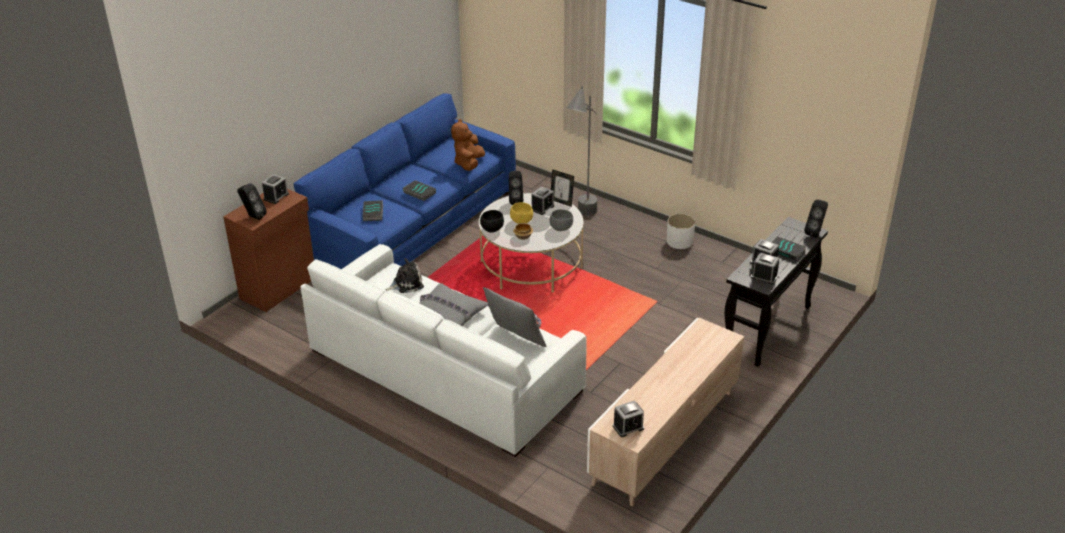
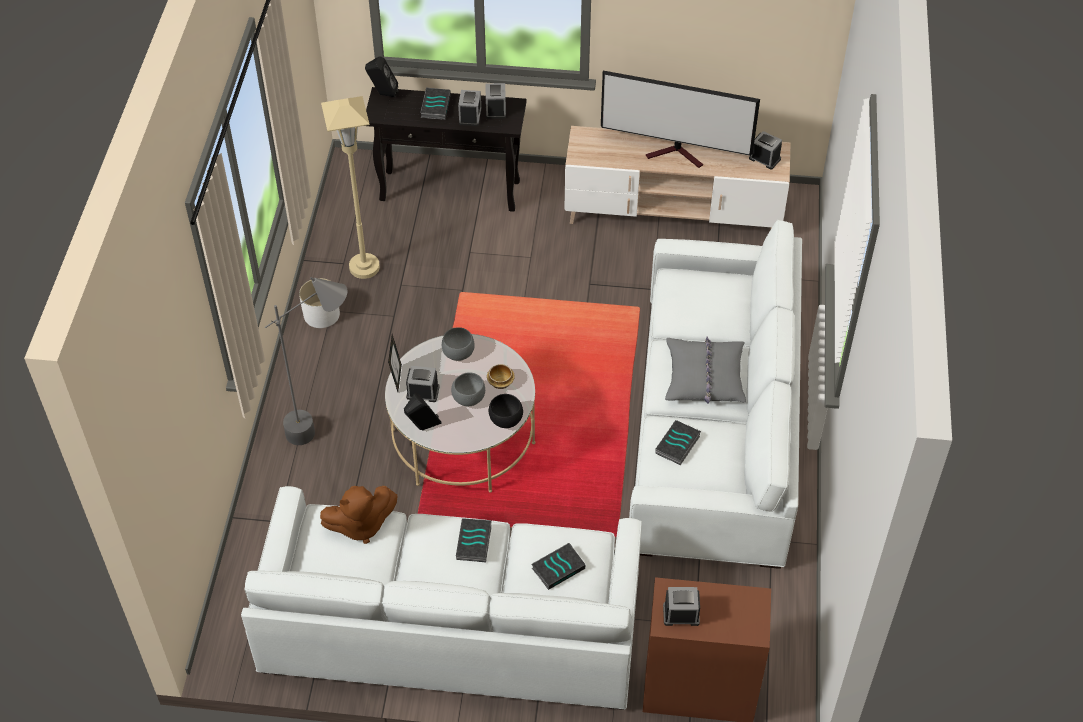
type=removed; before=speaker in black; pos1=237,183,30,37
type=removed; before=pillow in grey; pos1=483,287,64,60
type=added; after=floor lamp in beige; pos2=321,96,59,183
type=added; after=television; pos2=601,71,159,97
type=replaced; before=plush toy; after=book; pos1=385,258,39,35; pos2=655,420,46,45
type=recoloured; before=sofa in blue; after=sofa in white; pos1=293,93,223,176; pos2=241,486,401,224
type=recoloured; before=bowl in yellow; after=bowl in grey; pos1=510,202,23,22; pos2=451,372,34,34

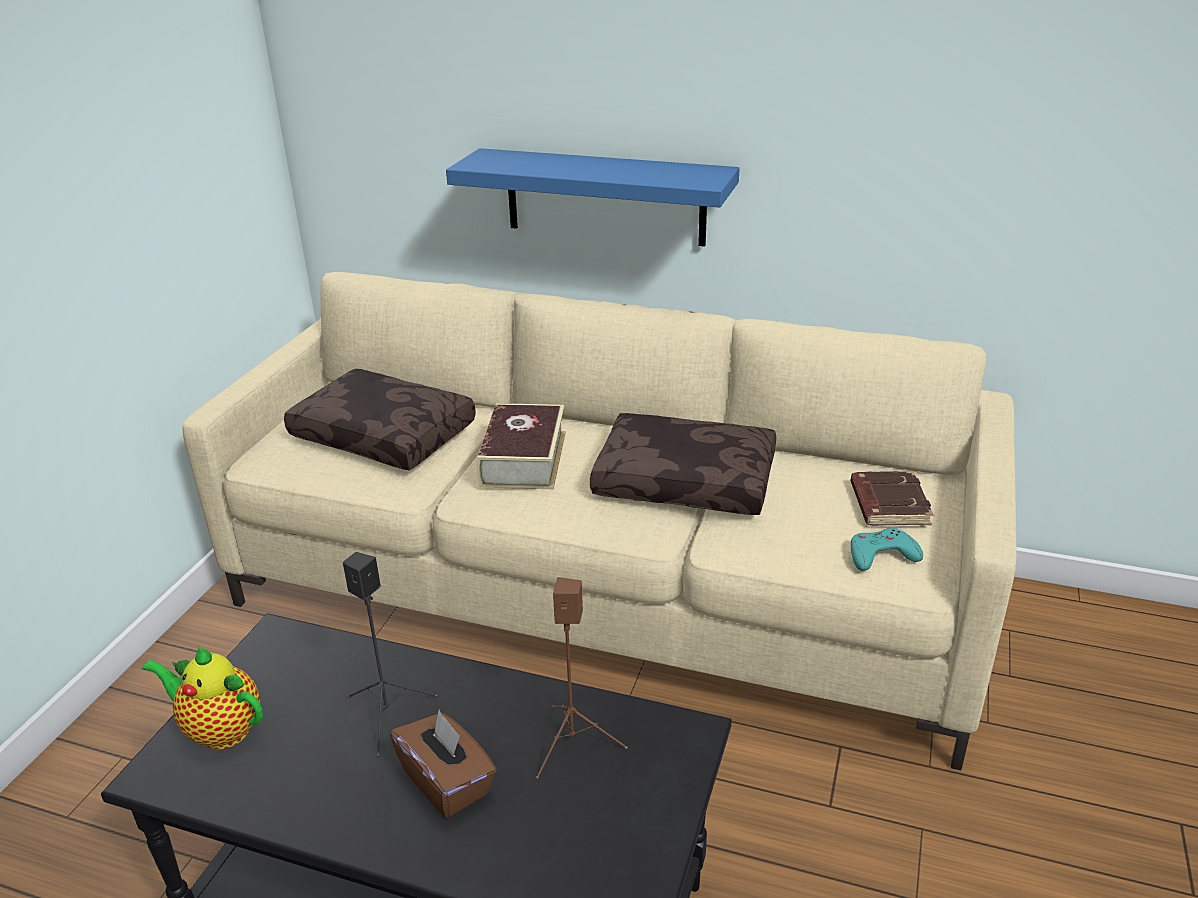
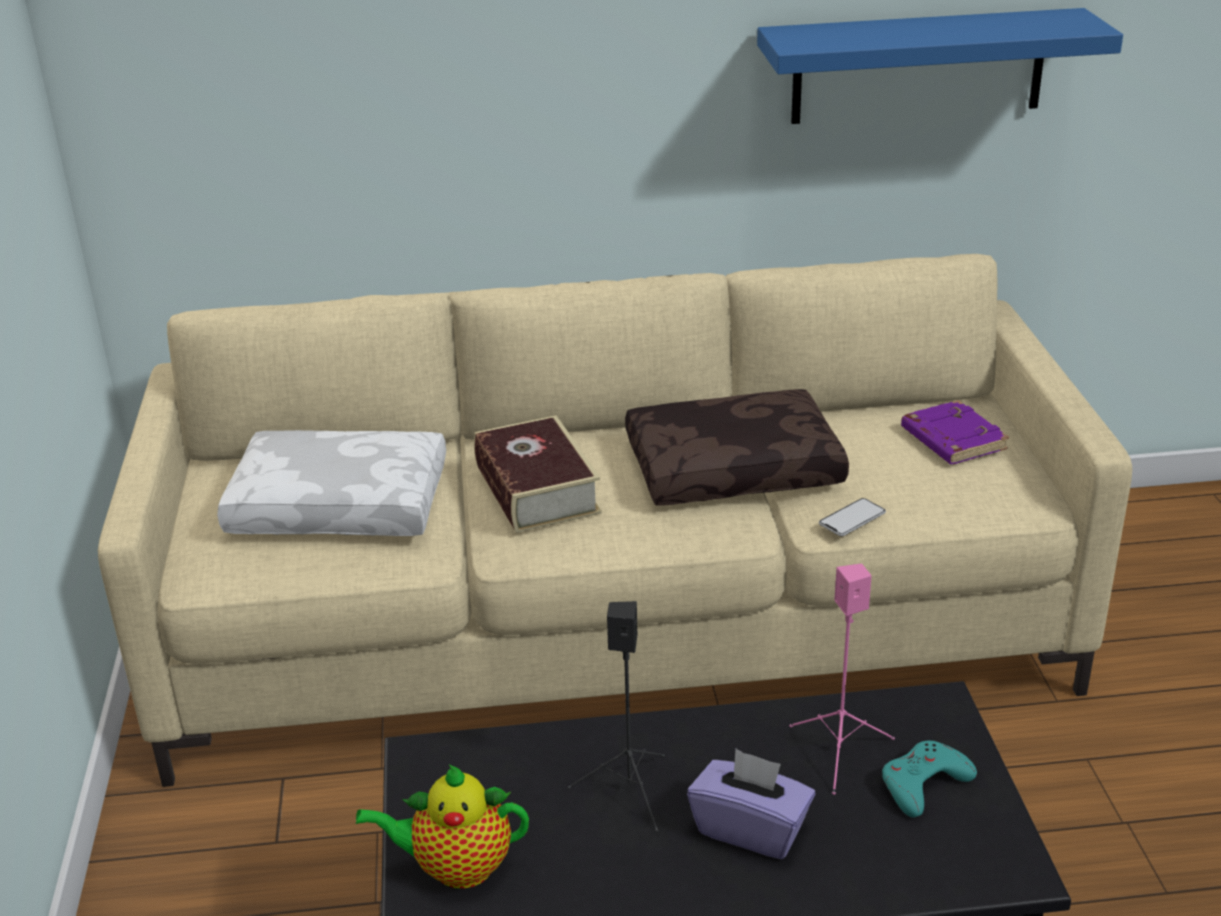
type=added; after=phone; pos2=819,498,67,38
type=moved; before=shelf in blue; pos1=446,148,294,99; pos2=757,8,366,116
type=moved; before=game controller in turquoise; pos1=851,528,72,43; pos2=882,741,95,76
type=recoloured; before=pillow in brown; after=pillow in white; pos1=284,369,192,101; pos2=217,430,229,106
type=recoloured; before=tissue box in brown; after=tissue box in purple; pos1=390,710,107,109; pos2=687,749,129,110
type=recoloured; before=speaker in brown; after=speaker in pink; pos1=536,577,92,202; pos2=790,564,105,231
type=recoloured; before=book in brown; after=book in purple; pos1=851,471,82,55; pos2=901,400,108,64

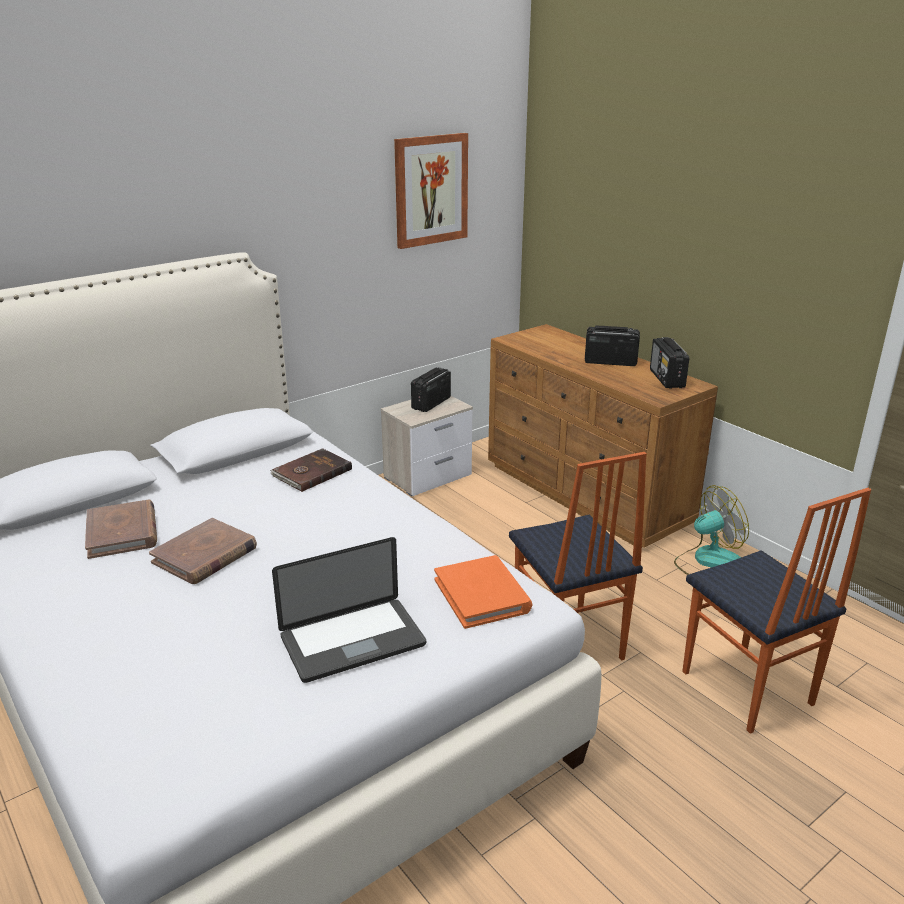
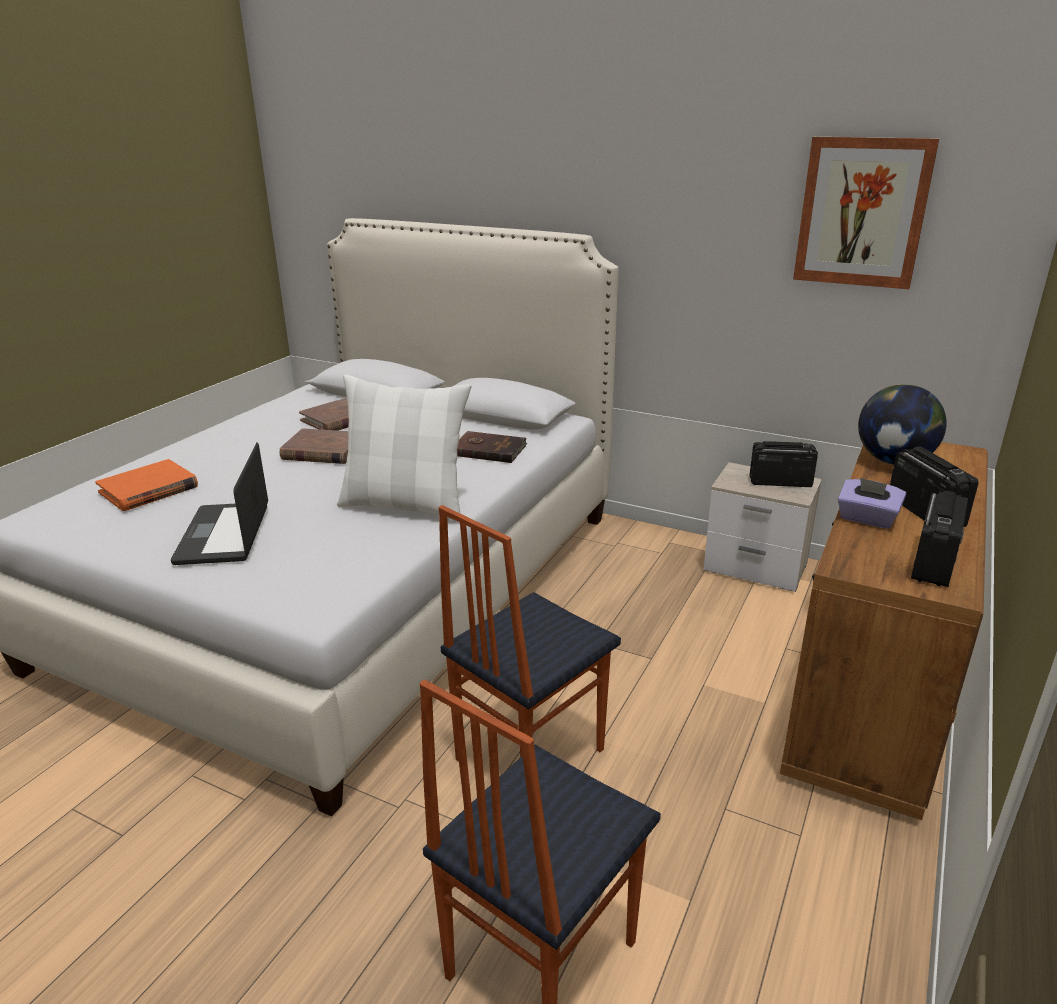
type=removed; before=fan; pos1=674,485,75,90
type=added; after=pillow in white; pos2=337,374,134,147
type=added; after=tissue box in purple; pos2=838,478,68,51
type=added; after=globe; pos2=858,384,89,80
type=moved; before=book in orange; pos1=434,555,98,74; pos2=95,459,103,52
type=turned; before=laptop; pos1=272,537,154,146; pos2=171,442,97,123; turn=45
type=turned; before=radio; pos1=650,337,39,52; pos2=911,491,57,96; turn=150

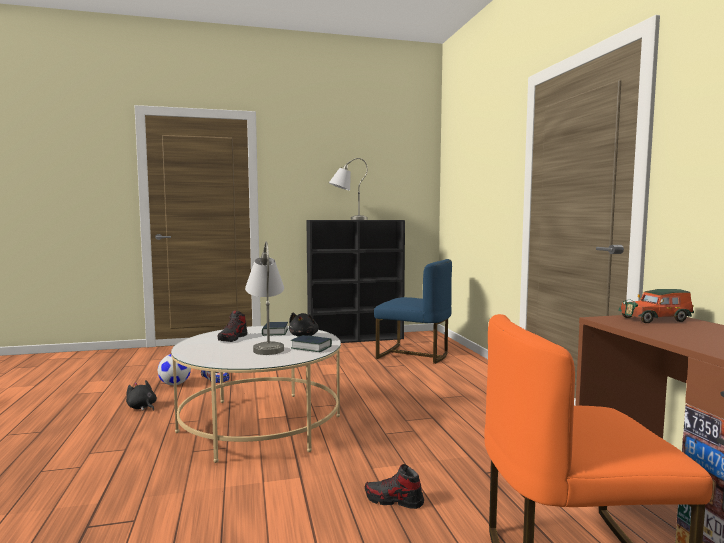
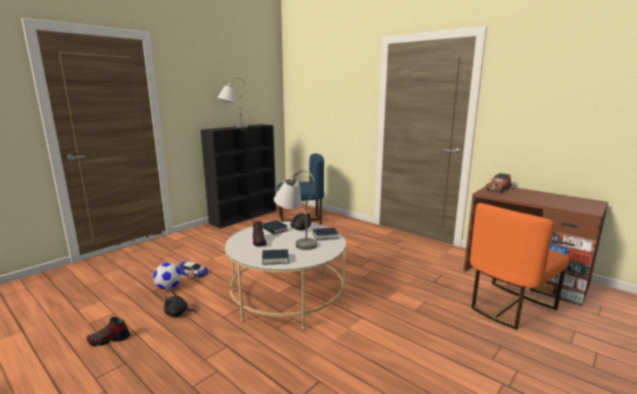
type=added; after=book; pos2=262,249,27,16
type=moved; before=shoe; pos1=365,464,59,45; pos2=87,317,43,29

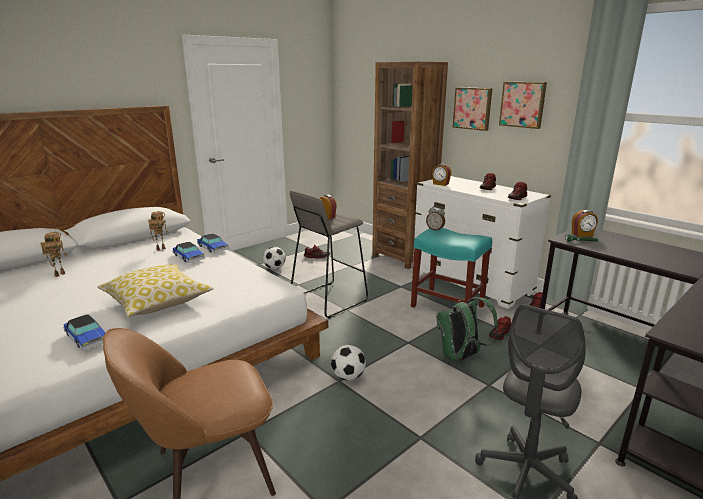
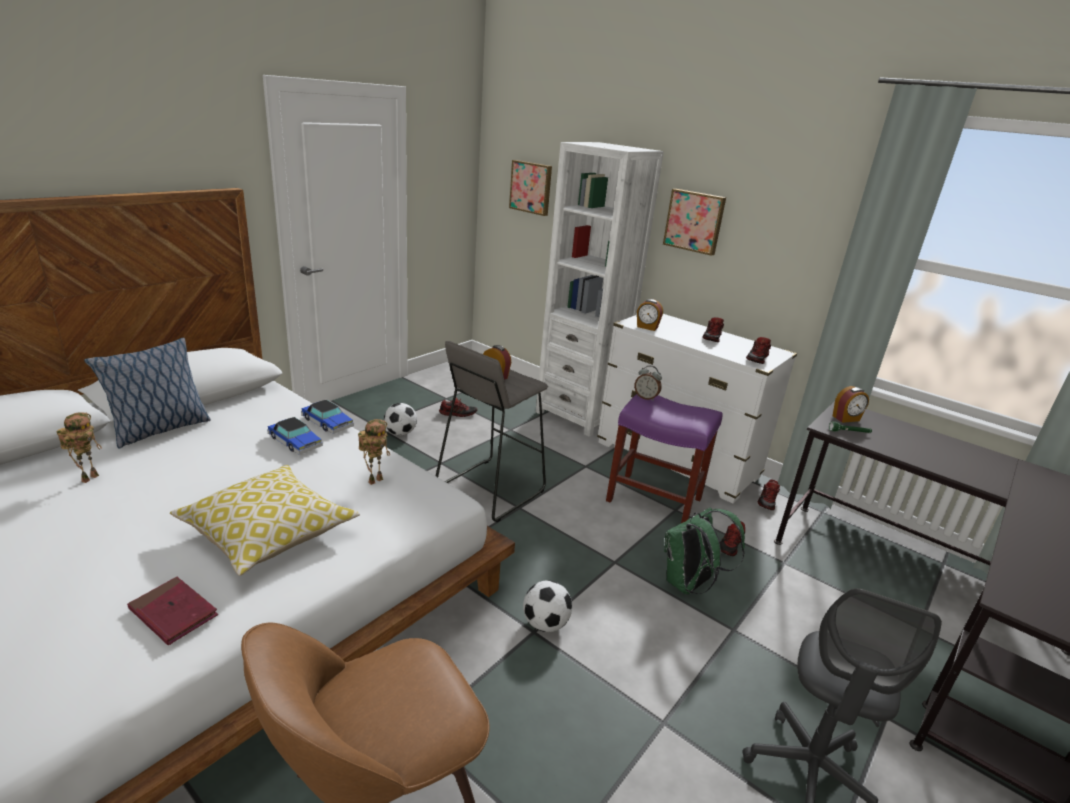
type=added; after=pillow; pos2=84,338,127,111
type=moved; before=toy robot; pos1=148,211,20,40; pos2=358,419,32,66
type=moved; before=picture; pos1=499,82,48,47; pos2=509,160,43,56
type=replaced; before=toy car; after=book in red; pos1=63,314,43,37; pos2=127,577,91,68
type=recoloured; before=bookcase in brown; after=bookcase in white; pos1=372,62,76,207; pos2=536,142,128,294
type=recoloured; before=stool in turquoise; after=stool in purple; pos1=411,228,81,80; pos2=606,394,117,129

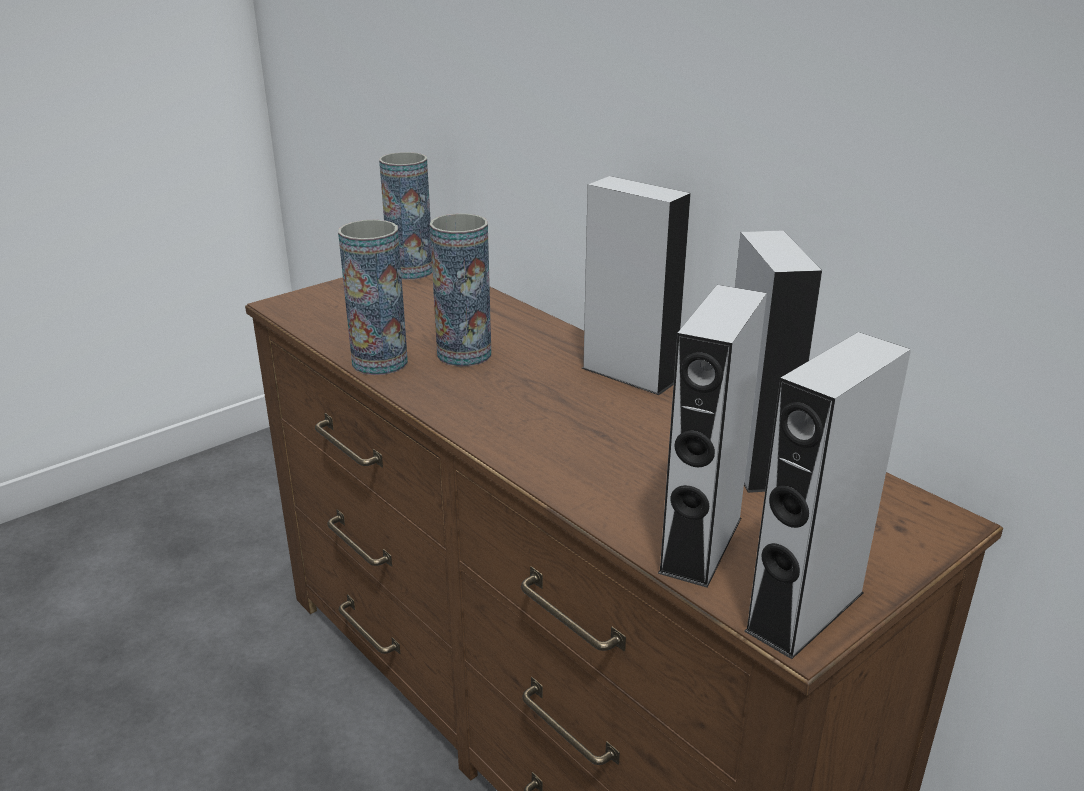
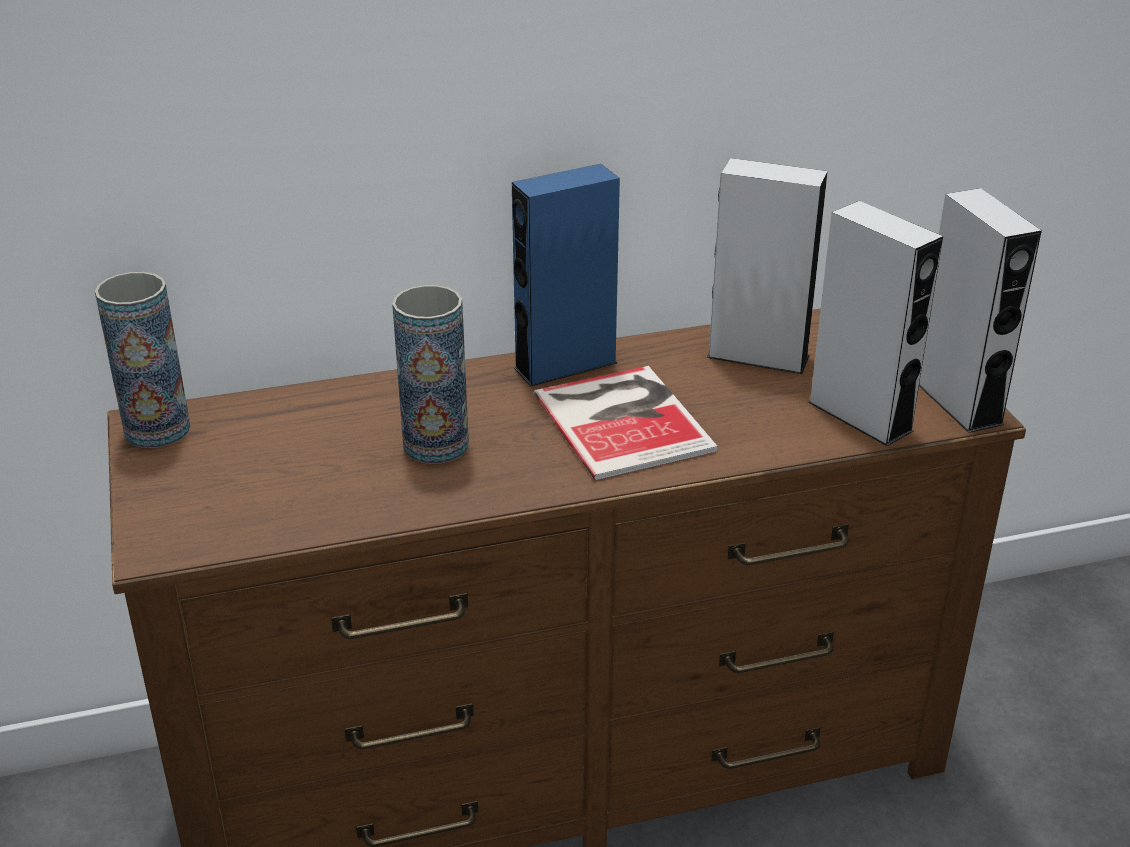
type=removed; before=vase; pos1=338,220,70,155
type=added; after=book; pos2=534,366,184,114
type=recoloured; before=speaker in grey; after=speaker in blue; pos1=582,176,109,219; pos2=512,164,108,223

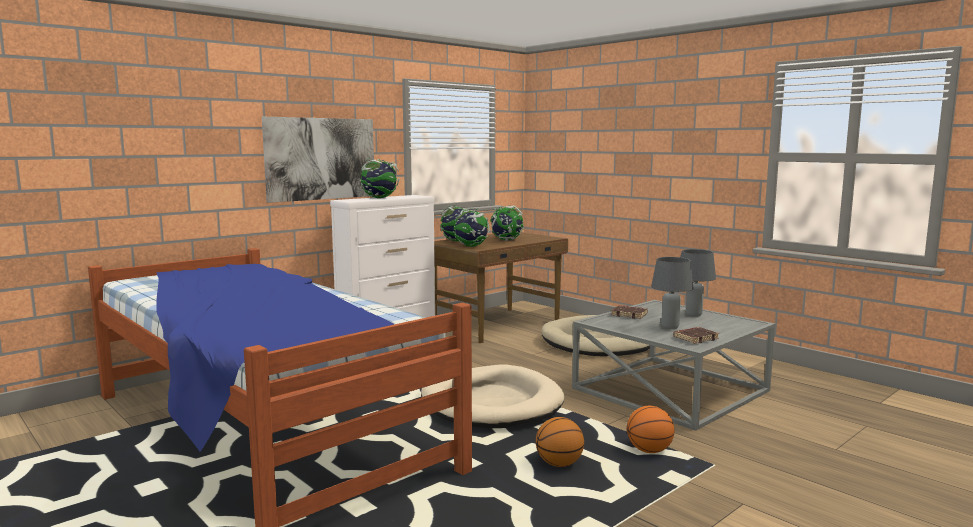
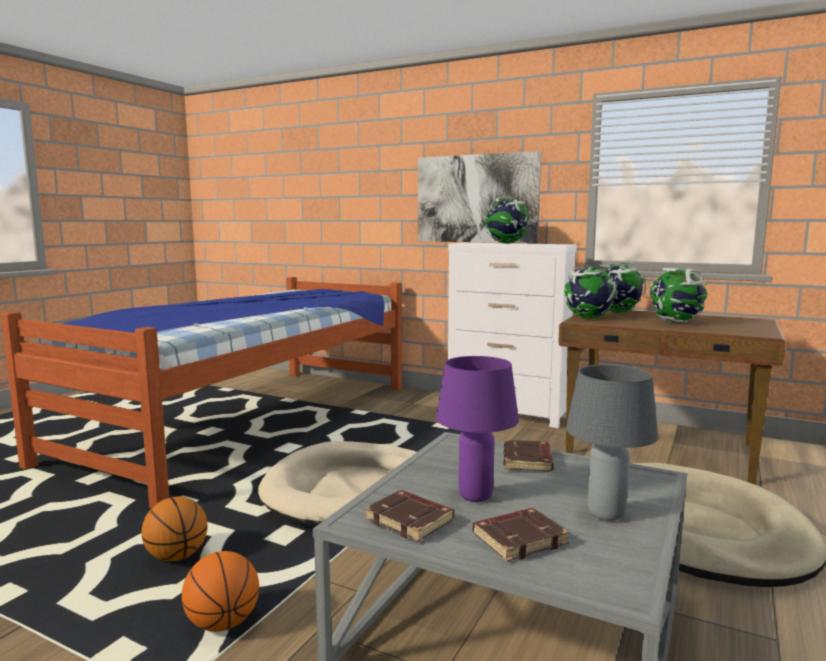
type=added; after=book in brown; pos2=473,508,96,54
type=recoloured; before=table lamp in grey; after=table lamp in purple; pos1=651,257,43,72; pos2=436,356,83,146

